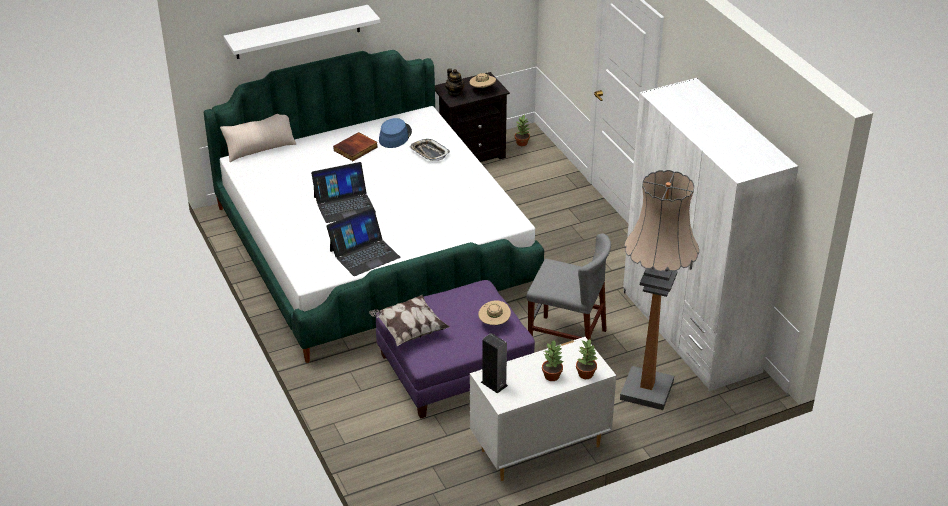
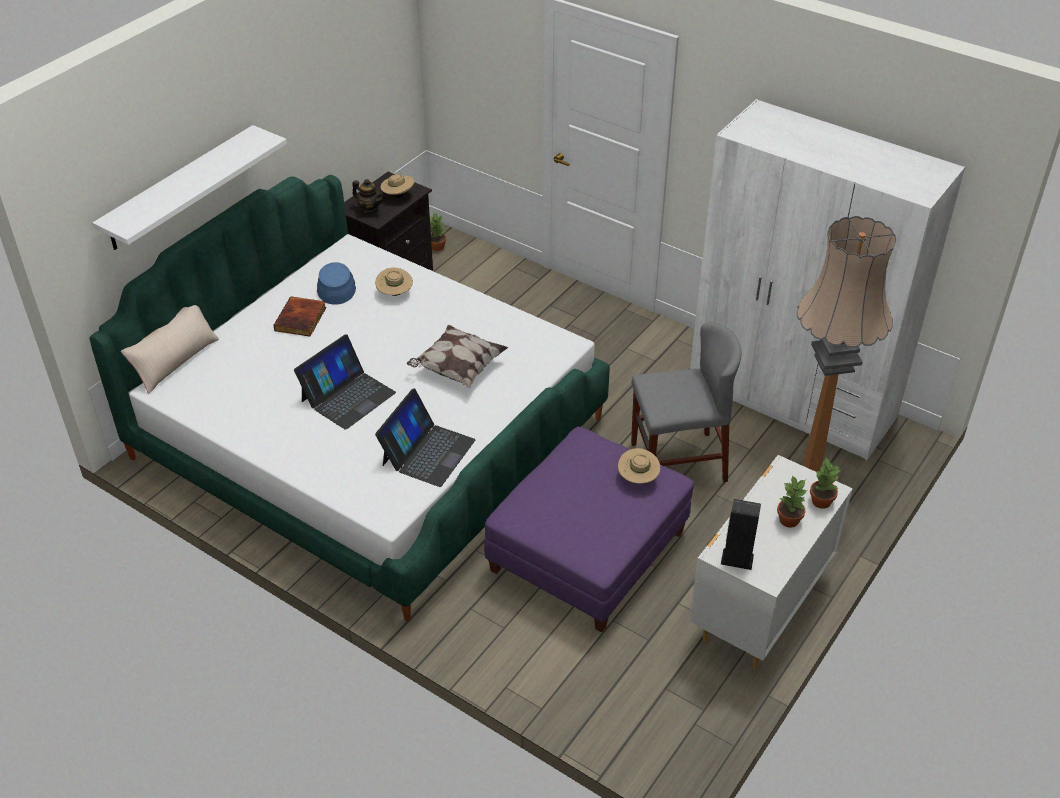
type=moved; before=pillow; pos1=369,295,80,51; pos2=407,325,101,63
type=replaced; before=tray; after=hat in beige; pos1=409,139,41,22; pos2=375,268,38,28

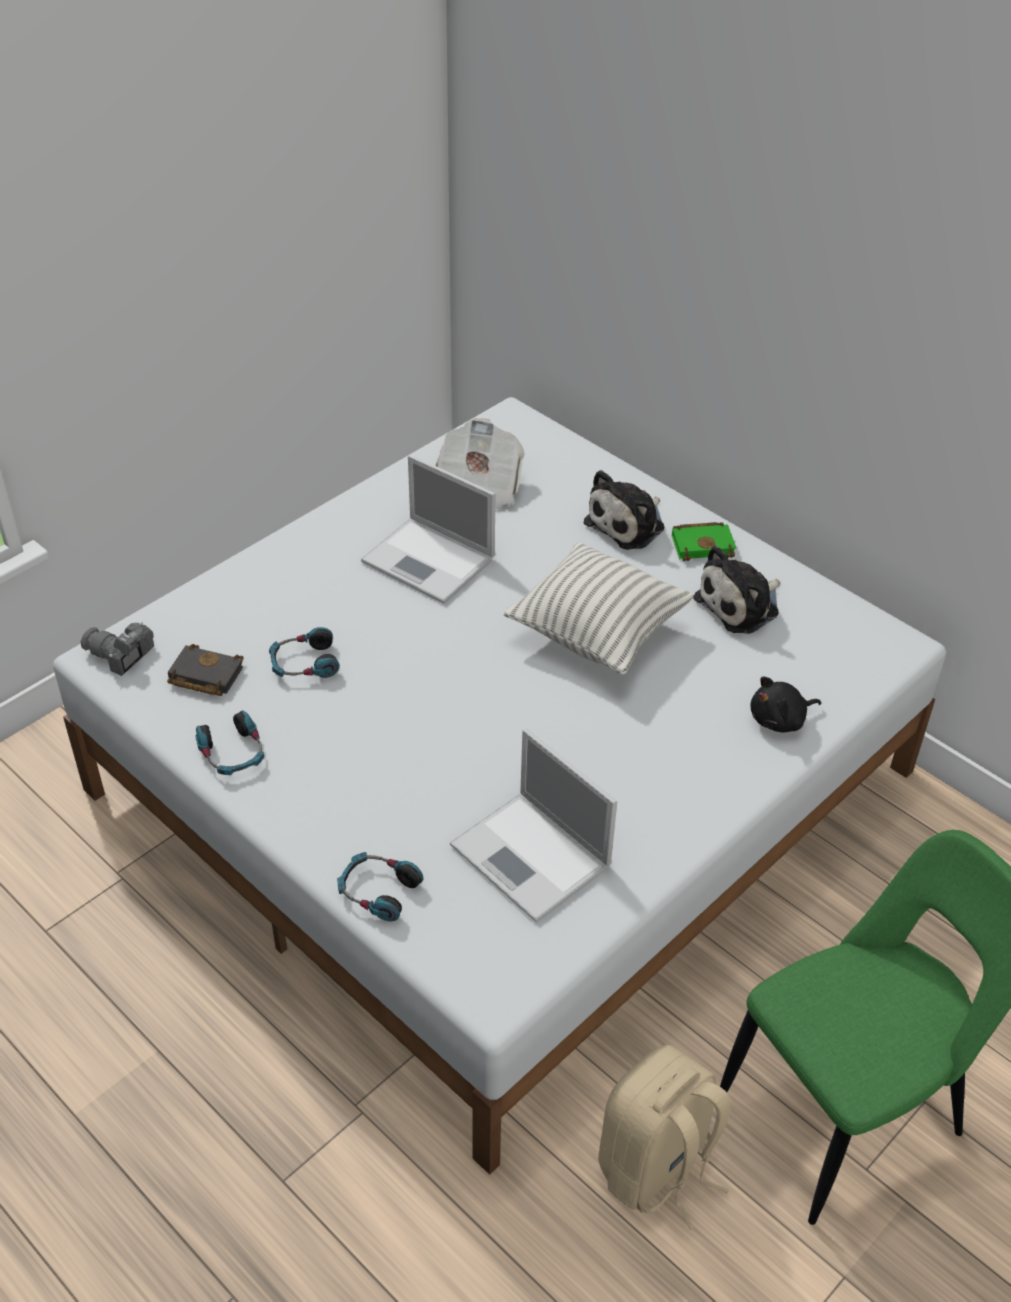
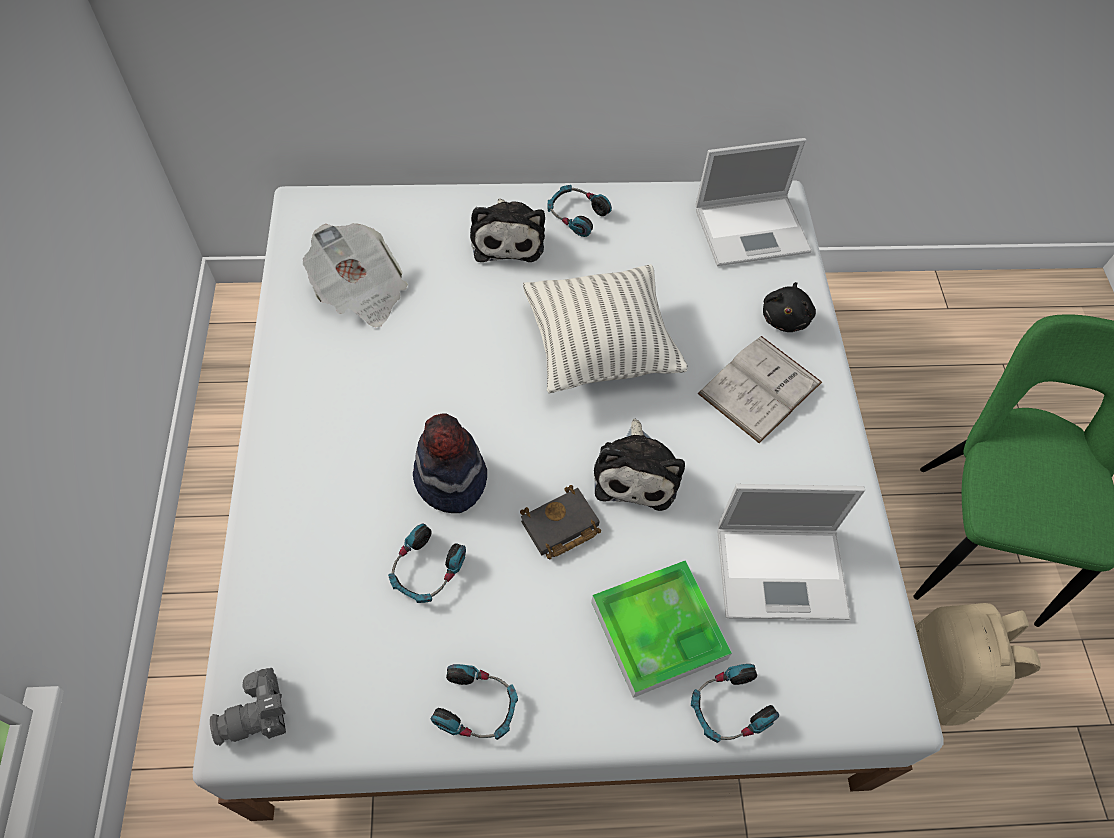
type=added; after=hat; pos2=413,413,74,100
type=added; after=tray; pos2=591,560,141,138
type=added; after=book in white; pos2=698,336,124,108
type=moved; before=book in black; pos1=167,644,77,52; pos2=520,485,81,74
type=moved; before=laptop; pos1=361,455,134,149; pos2=695,138,117,128
type=moved; before=plush toy; pos1=693,546,87,88; pos2=594,419,91,92
type=replaced; before=book in green; after=headphones; pos1=672,522,64,39; pos2=548,185,64,52

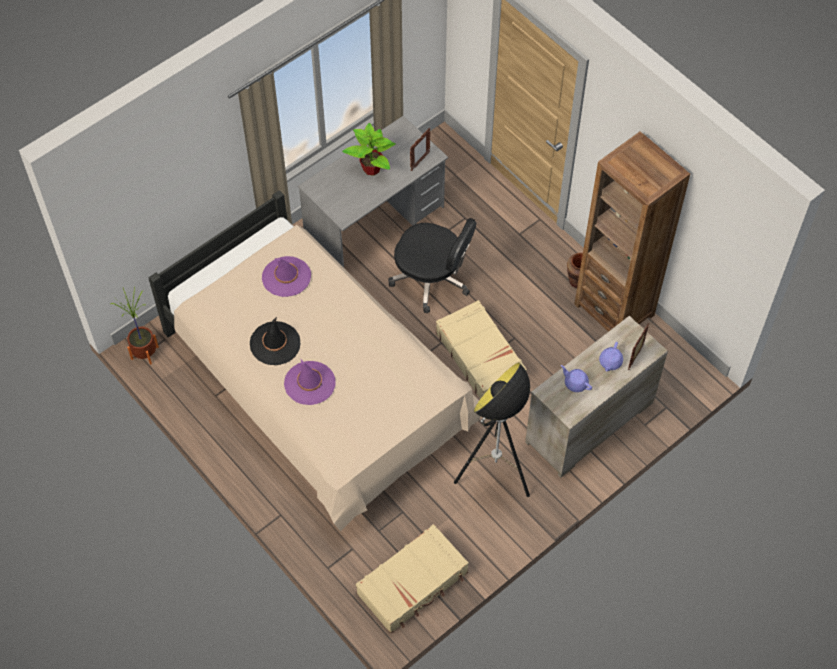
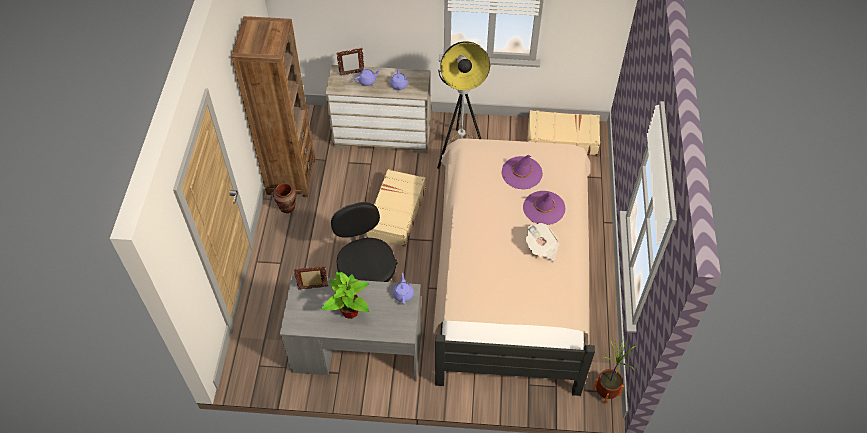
type=added; after=teapot in purple; pos2=393,273,21,31
type=moved; before=hat in purple; pos1=262,256,49,41; pos2=502,155,41,34
type=replaced; before=hat in black; after=newspaper; pos1=250,317,50,48; pos2=526,223,34,39

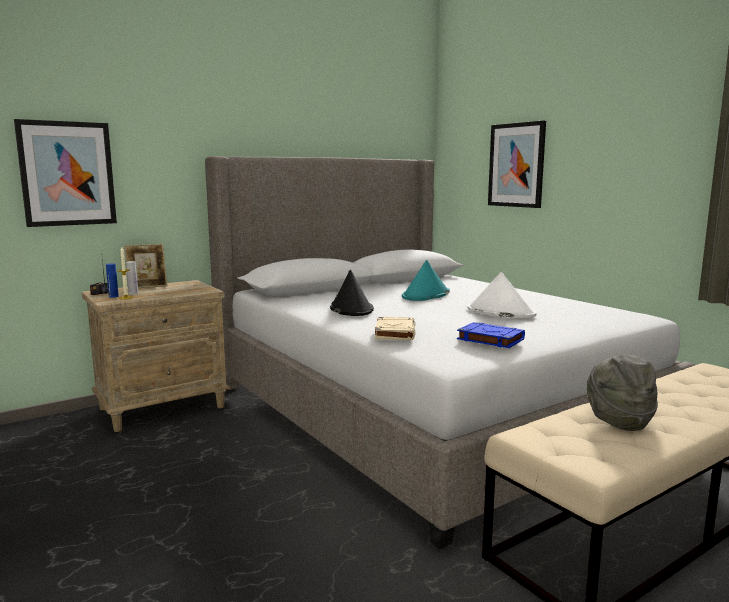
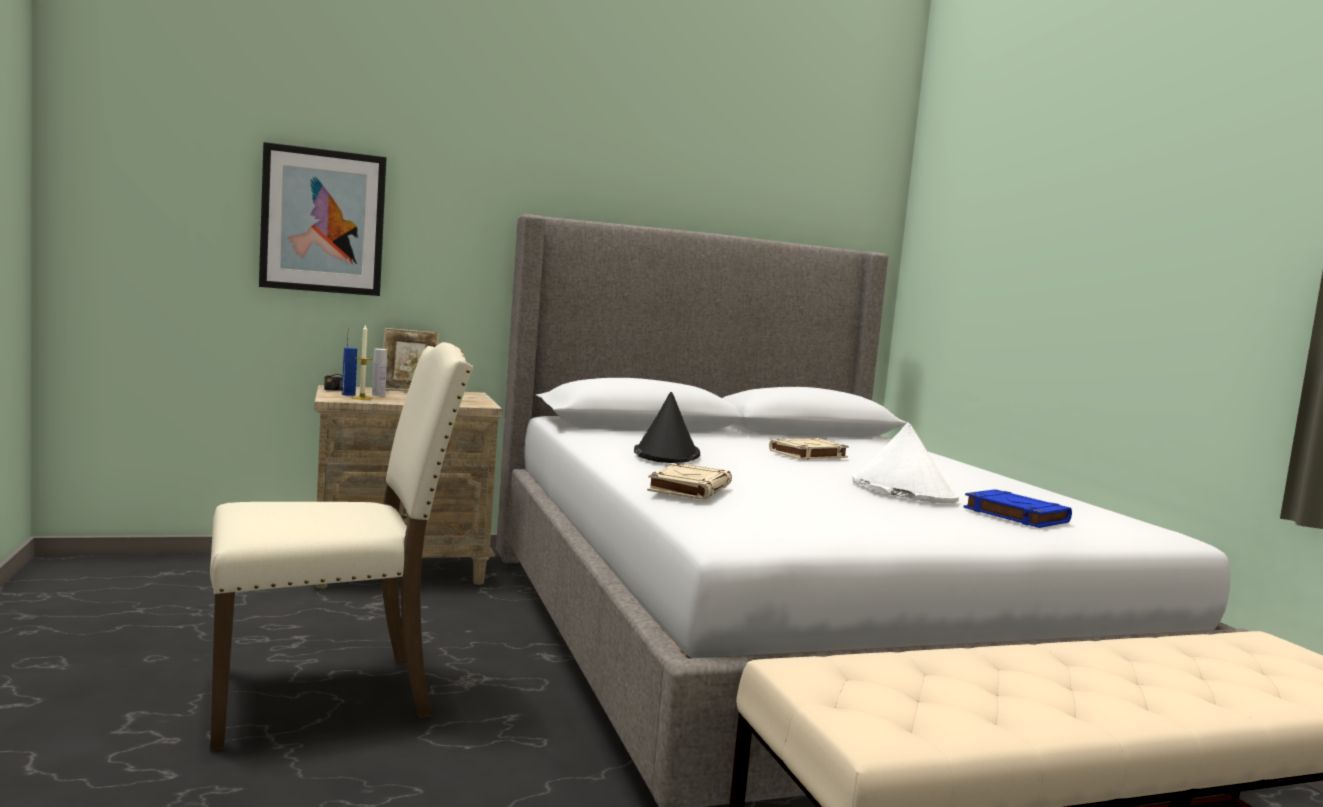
type=removed; before=picture; pos1=488,121,58,87
type=removed; before=hat in grey; pos1=587,354,71,77
type=added; after=chair in beige; pos2=210,342,263,409
type=moved; before=book in blue; pos1=457,322,68,26; pos2=963,489,109,39
type=replaced; before=hat in turquoise; after=book in beige; pos1=402,260,48,41; pos2=769,438,80,22

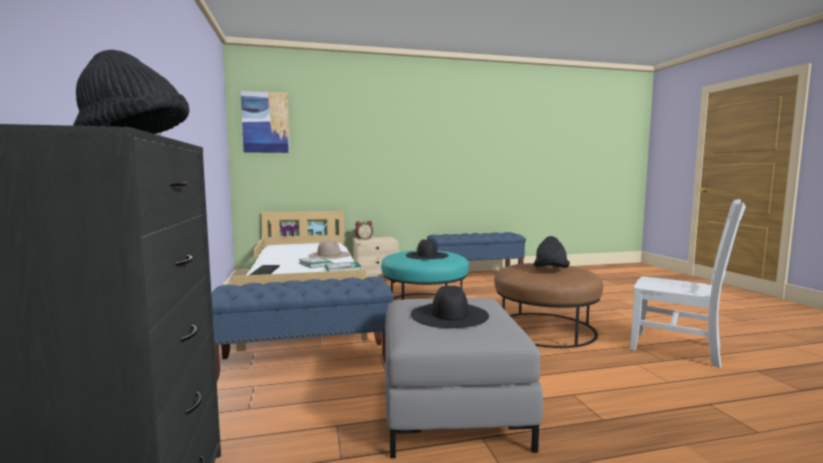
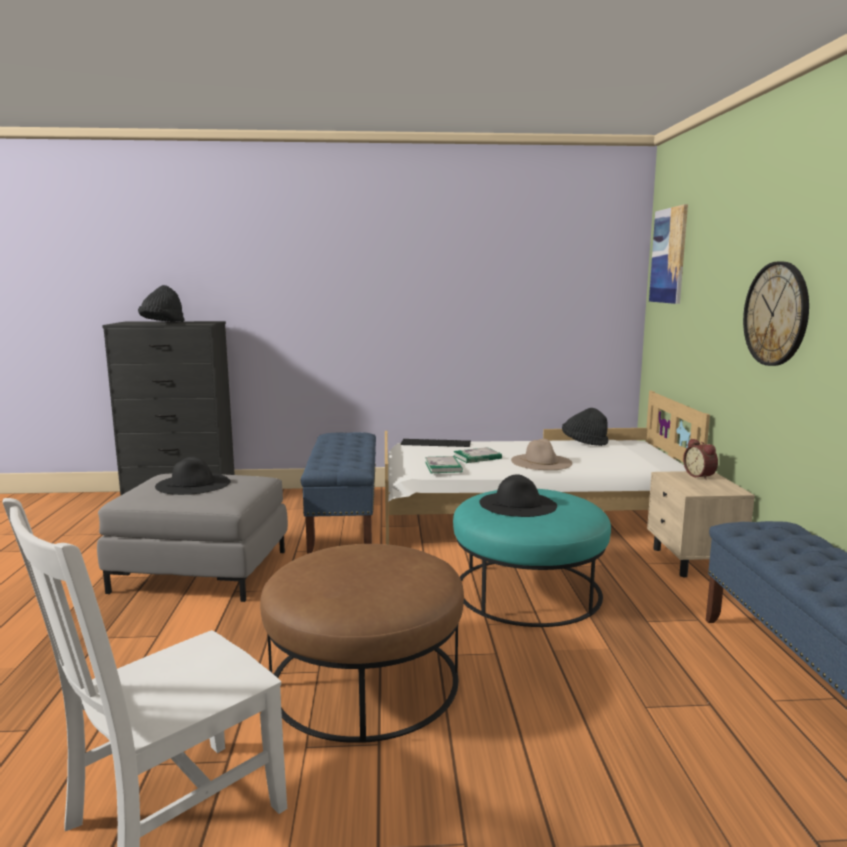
type=added; after=wall clock; pos2=743,262,66,104
type=moved; before=hat in black; pos1=533,236,37,32; pos2=562,408,46,38

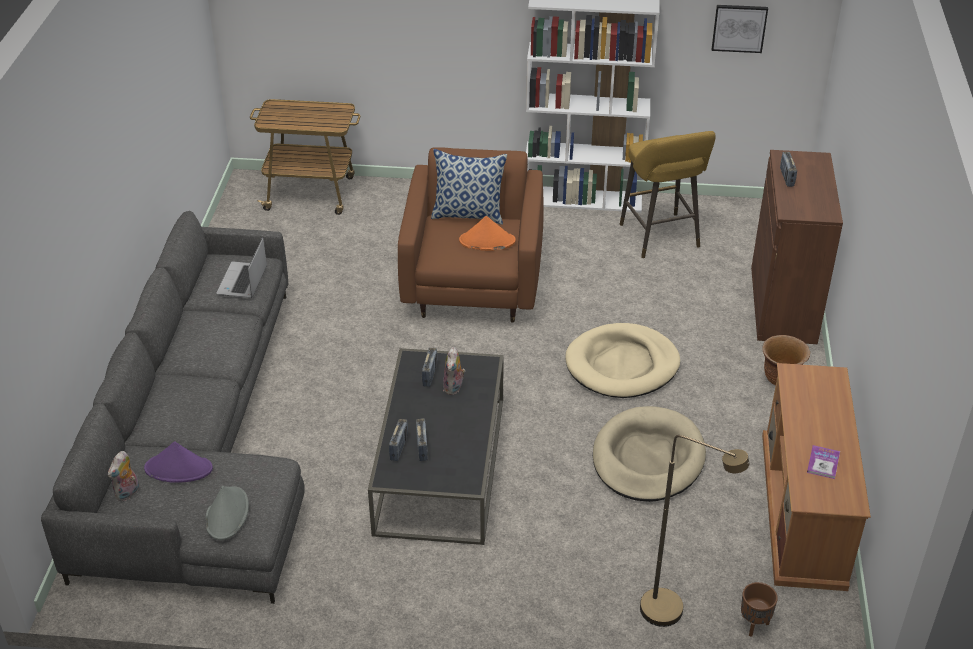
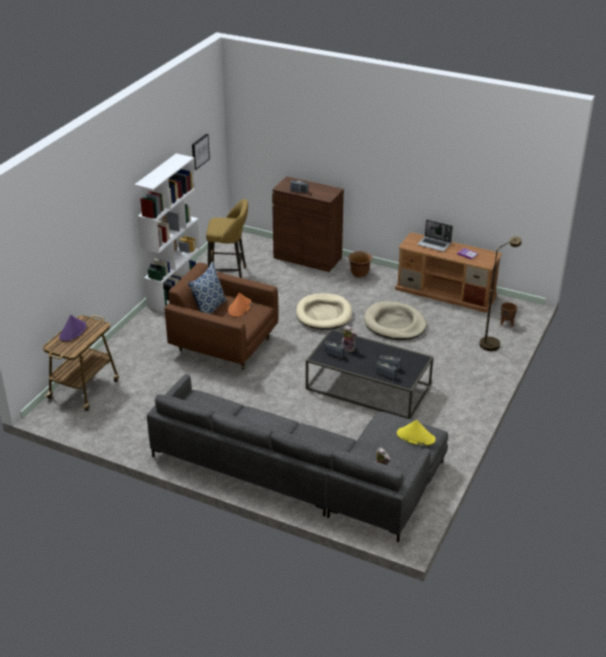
type=moved; before=hat in purple; pos1=144,441,69,42; pos2=59,315,28,26
type=moved; before=laptop; pos1=216,237,51,61; pos2=417,219,36,33
type=recoloured; before=hat in grey; after=hat in yellow; pos1=206,486,43,54; pos2=397,420,39,26

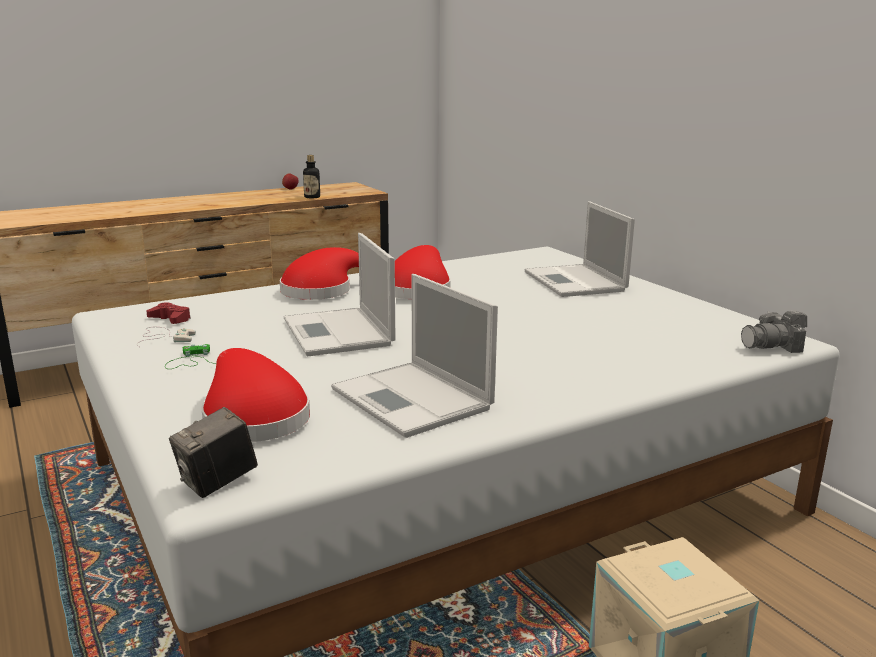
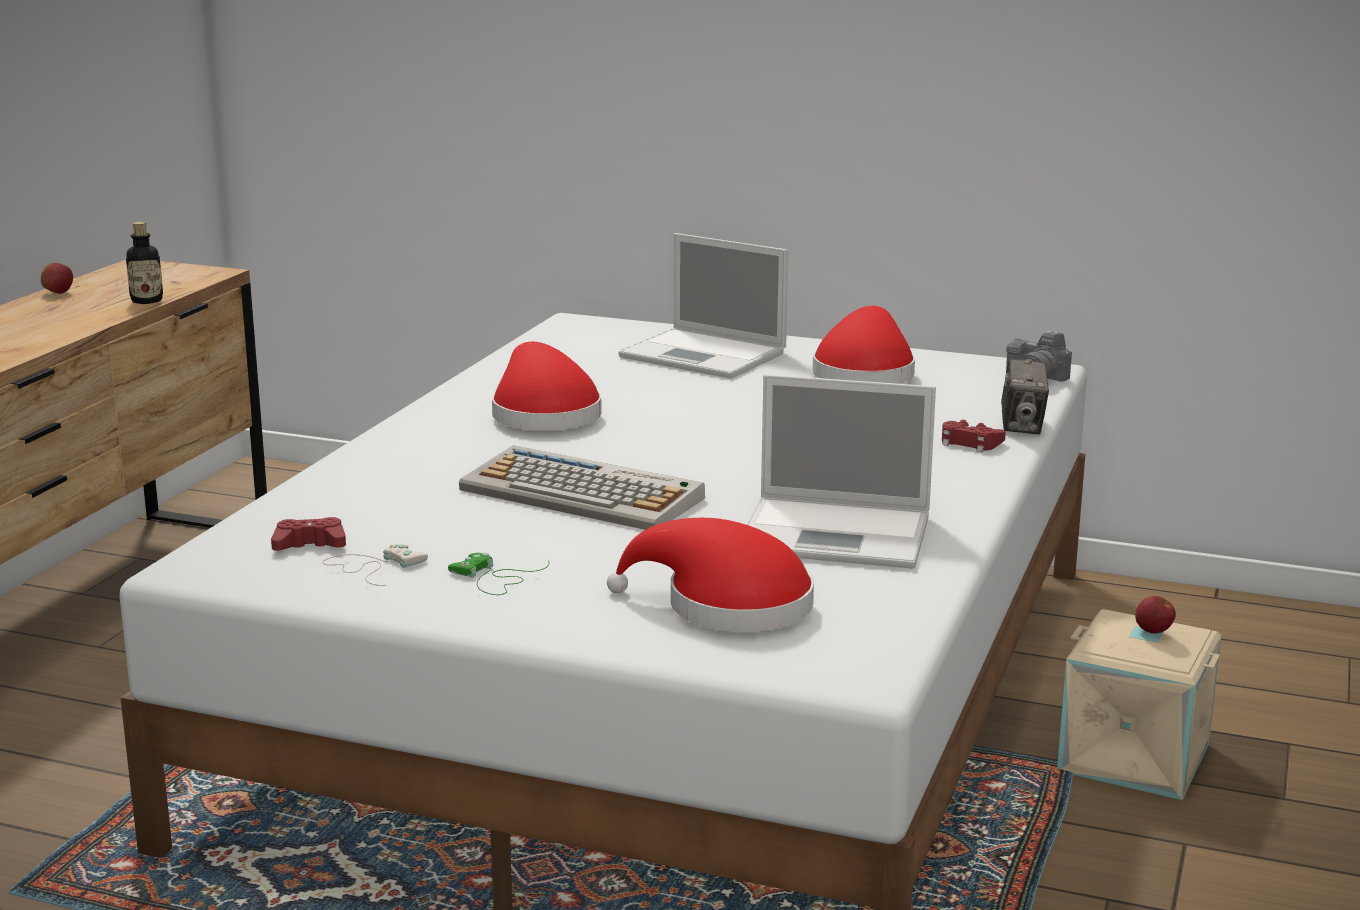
type=added; after=game controller in red; pos2=942,420,64,32
type=added; after=apple; pos2=1135,596,41,38
type=moved; before=photo camera; pos1=169,407,89,91; pos2=1001,358,48,76
type=moved; before=hat in red; pos1=280,247,79,53; pos2=813,306,102,78
type=replaced; before=laptop; after=keyboard; pos1=284,233,111,123; pos2=459,445,246,85

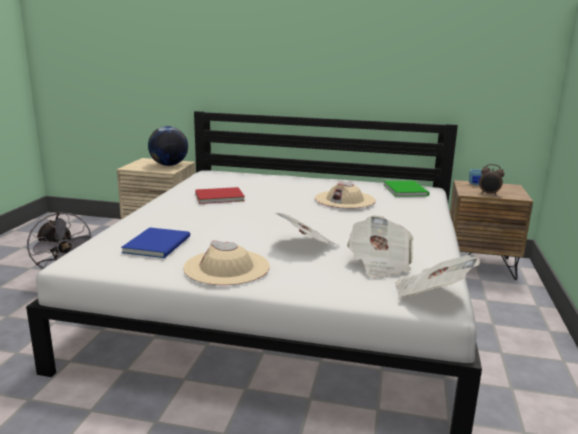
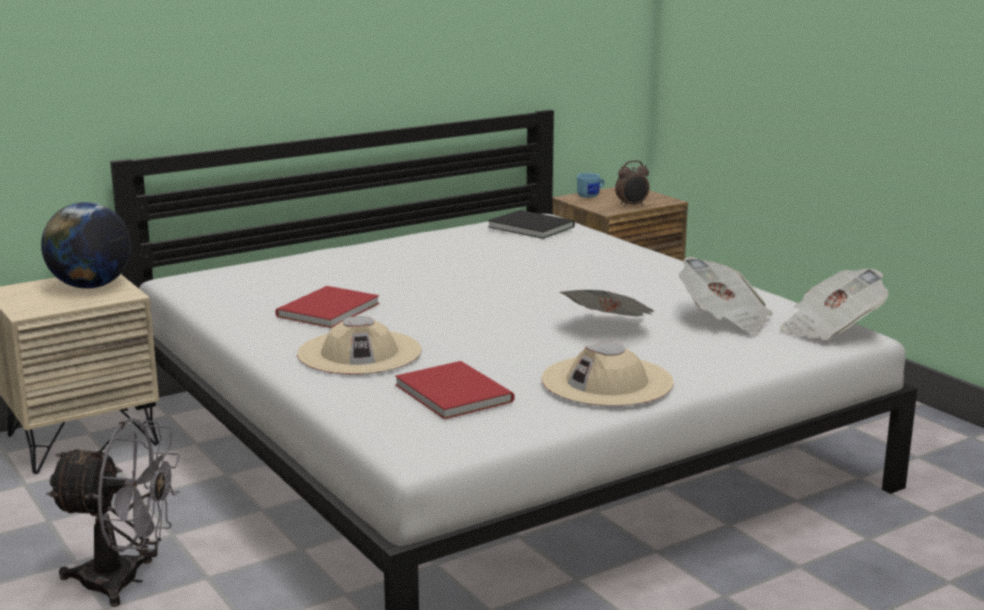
type=moved; before=hat in beige; pos1=315,182,61,27; pos2=297,316,125,59
type=recoloured; before=book in blue; after=book in red; pos1=121,227,69,31; pos2=395,361,119,58
type=recoloured; before=book in green; after=book in black; pos1=384,181,45,16; pos2=488,210,87,29

